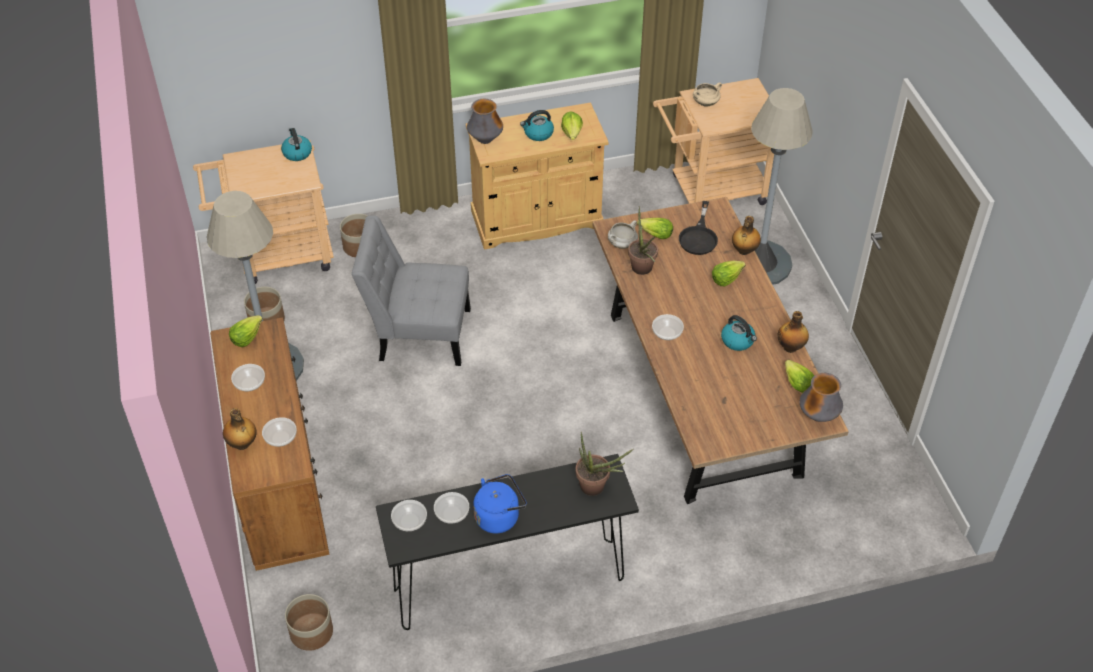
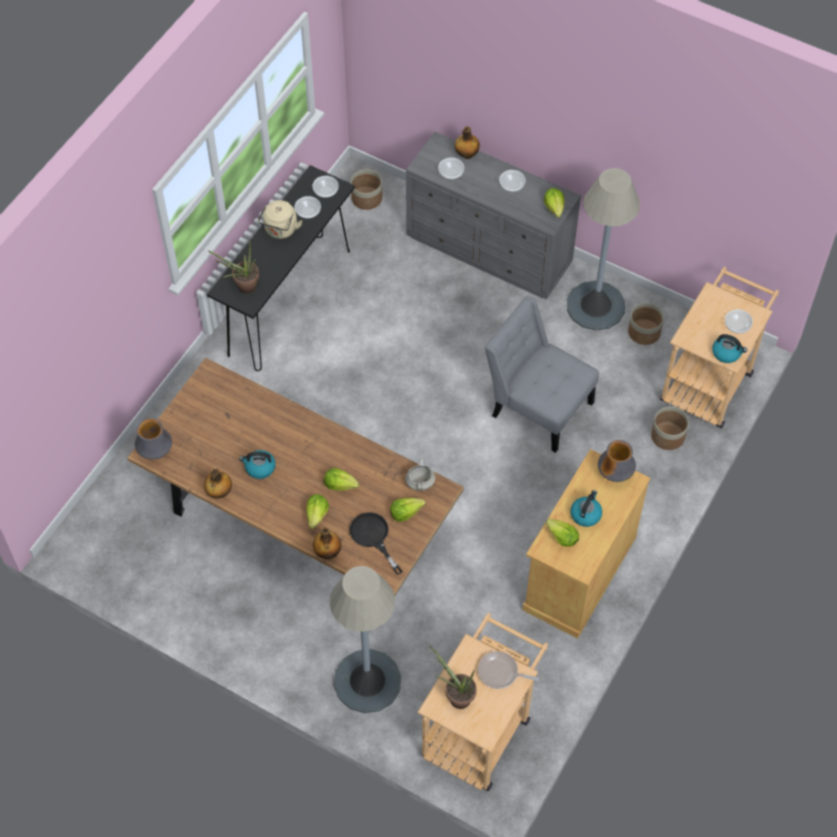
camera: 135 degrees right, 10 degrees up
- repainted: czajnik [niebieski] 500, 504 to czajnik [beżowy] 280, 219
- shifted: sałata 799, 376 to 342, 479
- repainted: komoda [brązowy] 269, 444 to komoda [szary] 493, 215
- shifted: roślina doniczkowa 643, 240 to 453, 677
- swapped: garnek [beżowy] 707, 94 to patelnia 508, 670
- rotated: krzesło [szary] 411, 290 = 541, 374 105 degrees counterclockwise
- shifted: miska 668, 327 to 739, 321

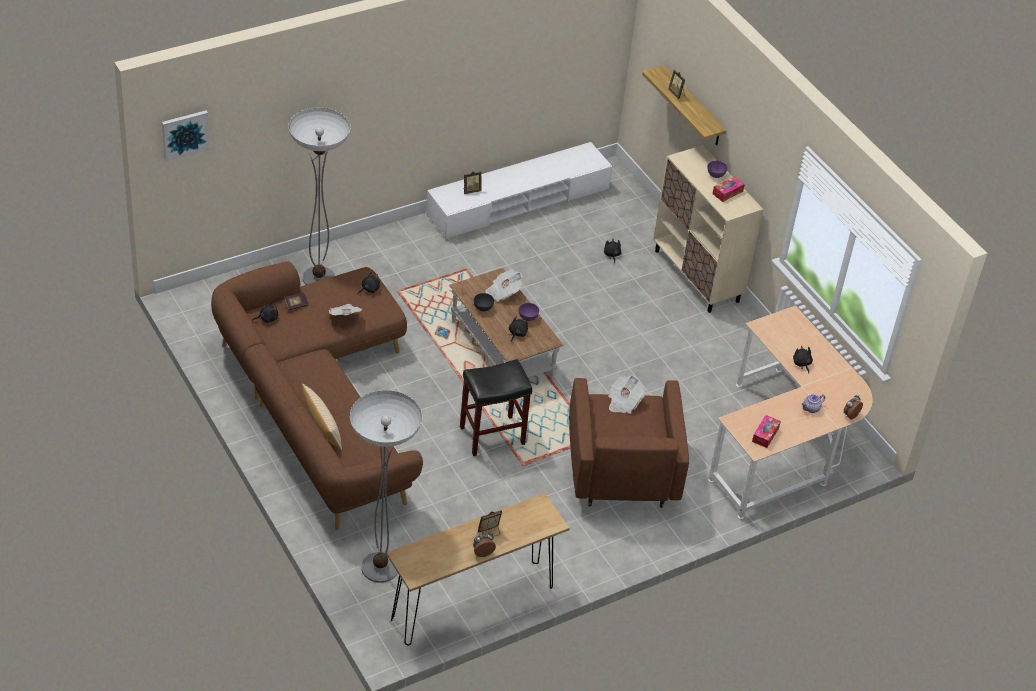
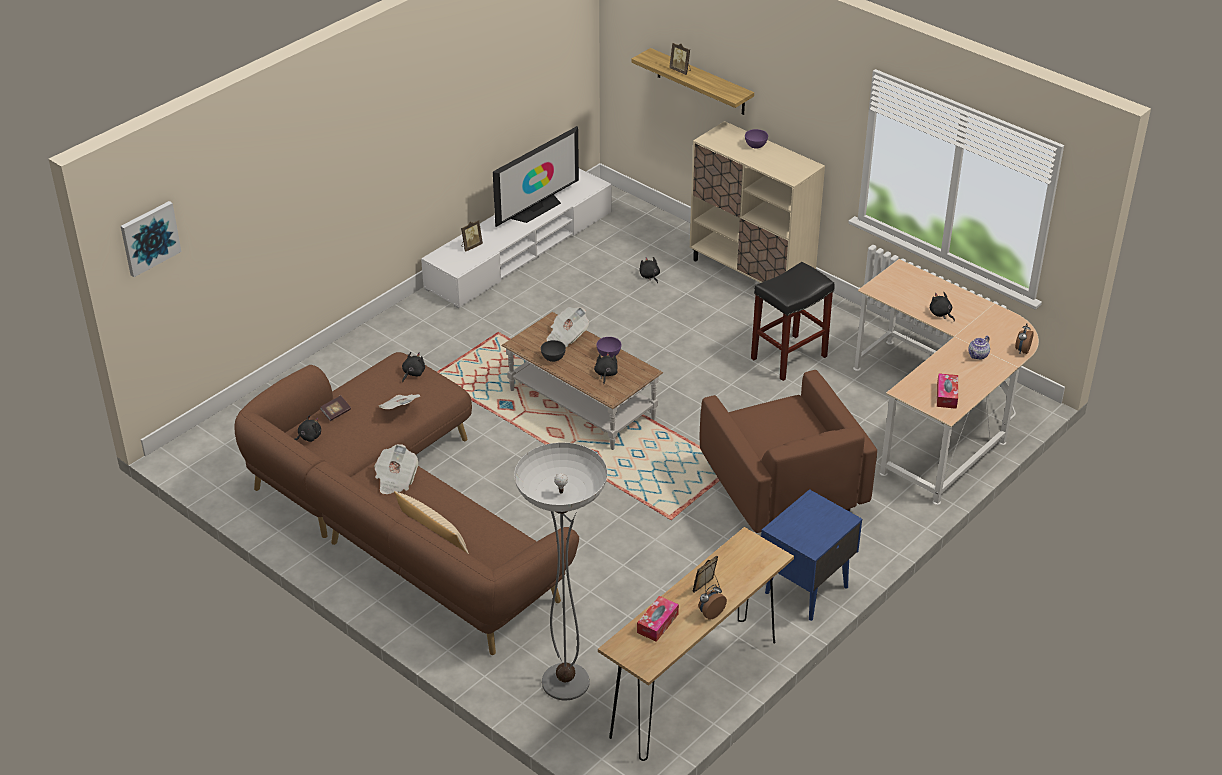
camera: 15 degrees left, 5 degrees down
- shifted: gazeta 626, 394 to 396, 469
- new: telewizor 536, 176
- shifted: pudełko chusteczek 728, 189 to 658, 619
- shifted: stołek [czarny] 496, 407 to 793, 321
- new: szafka nocna [niebieski] 811, 555
- gone: lampa stojąca 319, 196

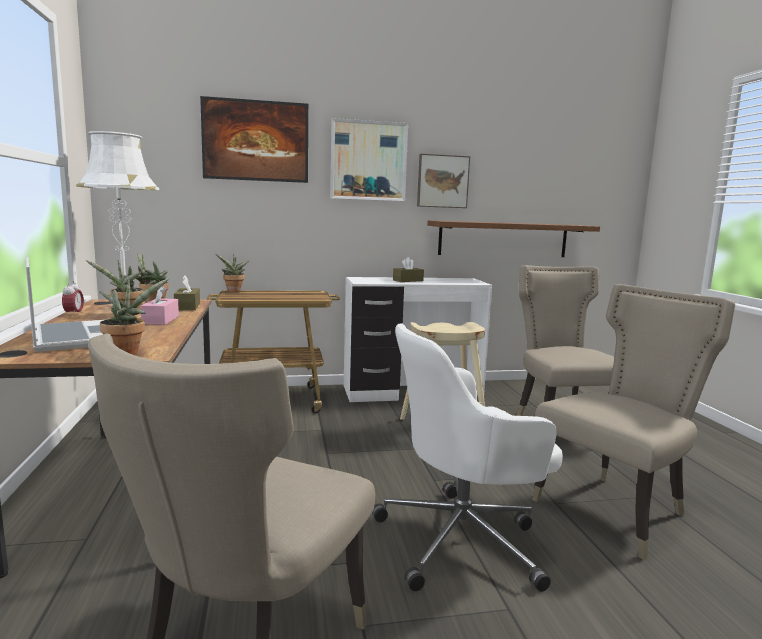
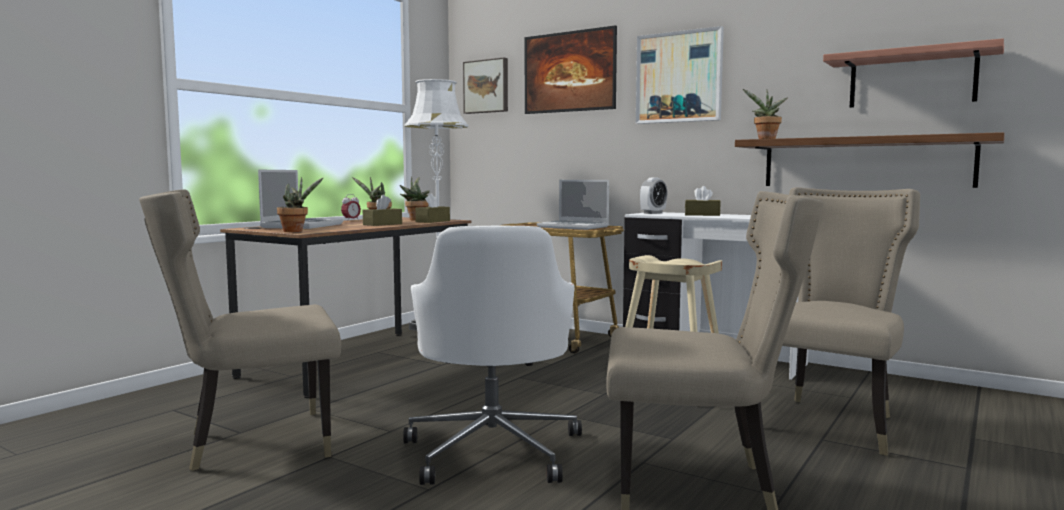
camera: 45 degrees right, 5 degrees down
- repainted: pudełko chusteczek [różowy] 159, 305 to pudełko chusteczek [brązowy] 382, 210
- rotated: krzesło biurowe [biały] 467, 458 = 492, 355 120 degrees counterclockwise
- shifted: obraz 443, 181 to 485, 85
- new: laptop 573, 205
- new: budzik 654, 195
- shifted: roślina doniczkowa 232, 272 to 765, 114
- new: półka 913, 73

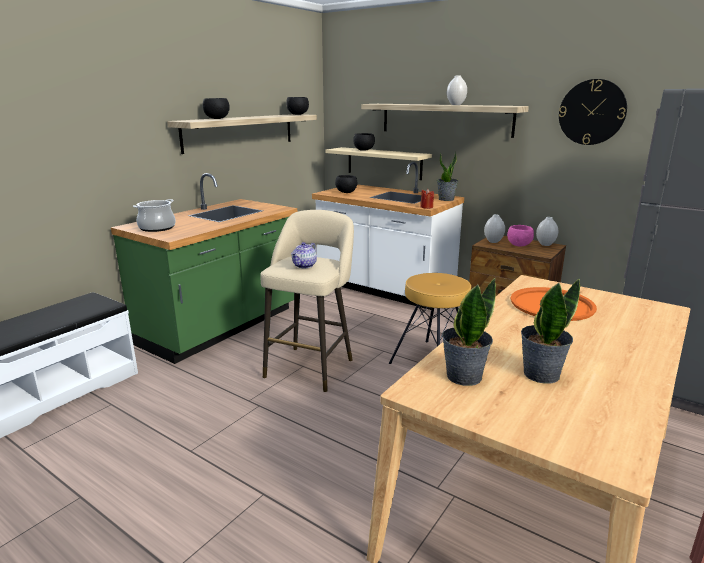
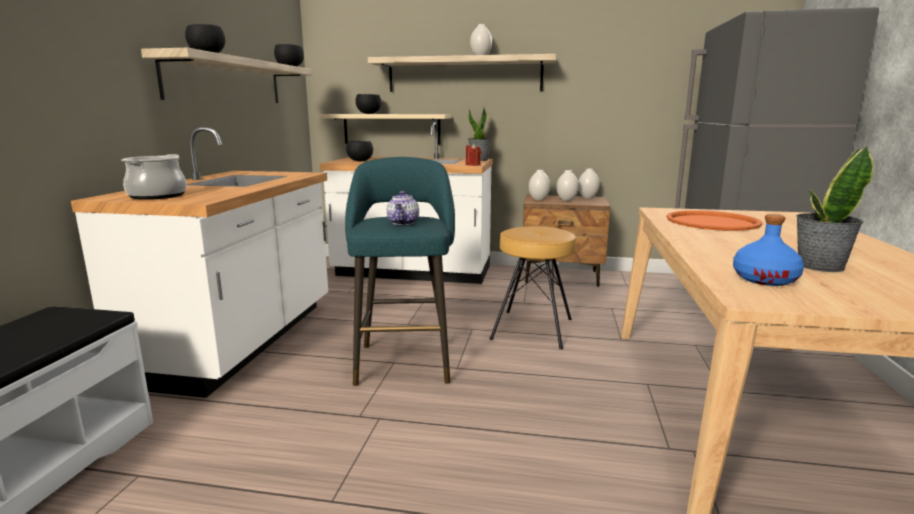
camera: 25 degrees left, 5 degrees down
- repainted: zabudowa kuchenna [zielony] 204, 268 to zabudowa kuchenna [biały] 199, 262
- repainted: stołek [beżowy] 307, 301 to stołek [turkusowy] 400, 271
- swapped: miska [różowy] 520, 236 to wazon [biały] 567, 185
- swapped: roślina doniczkowa 469, 332 to butelka [niebieski] 768, 250
- gone: zegar ścienny 593, 112

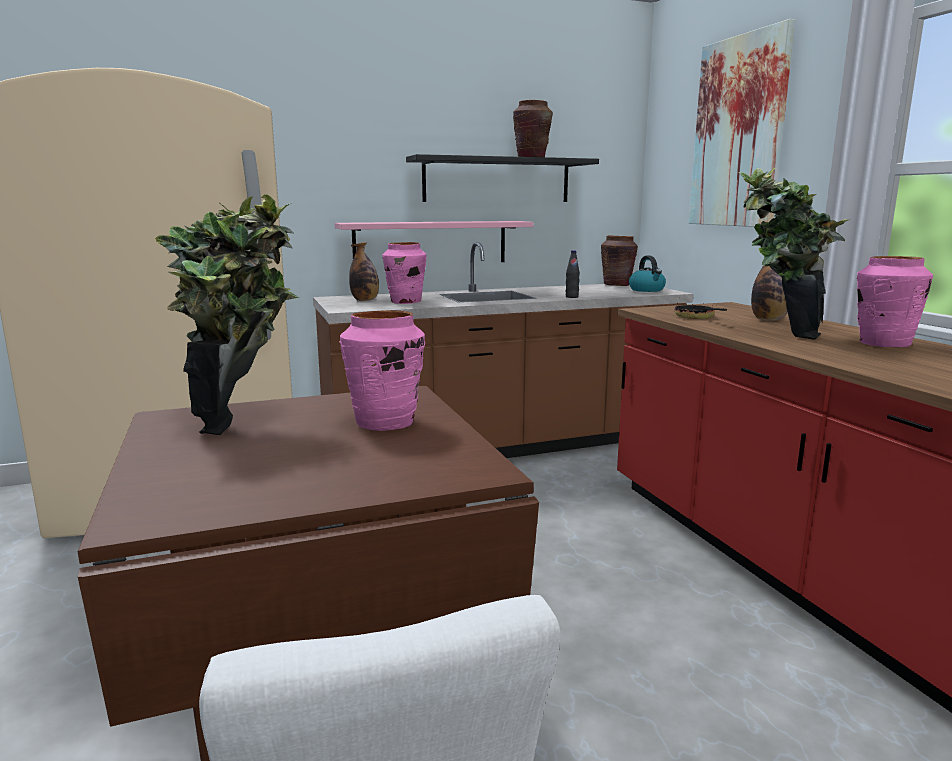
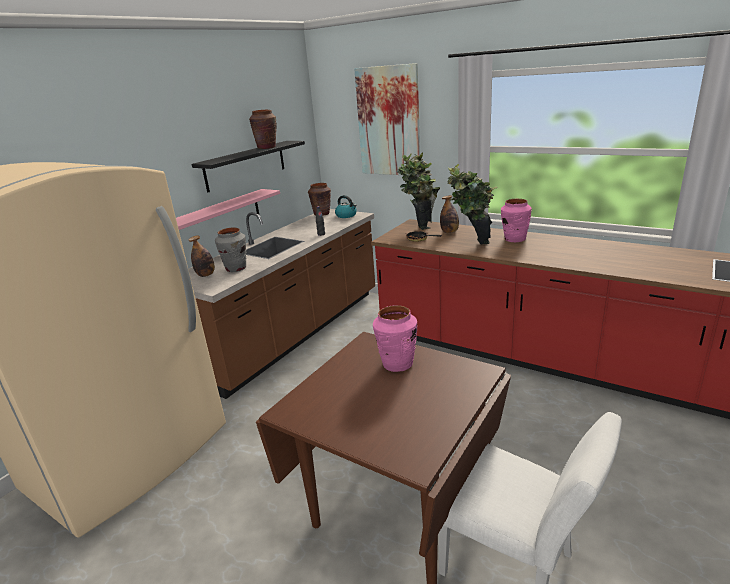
camera: 35 degrees left, 10 degrees up
- repainted: wazon [różowy] 405, 273 to wazon [szary] 230, 250
- shifted: roślina doniczkowa 227, 314 to 418, 191

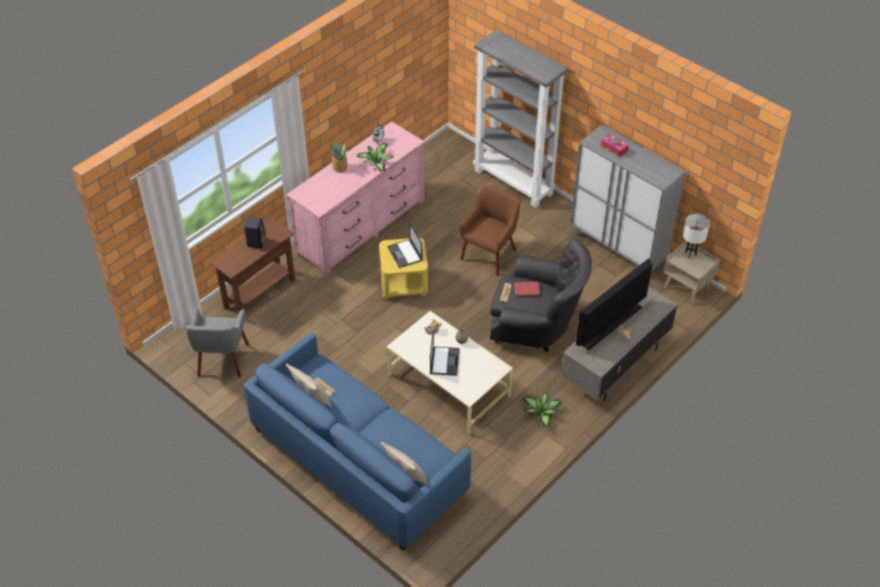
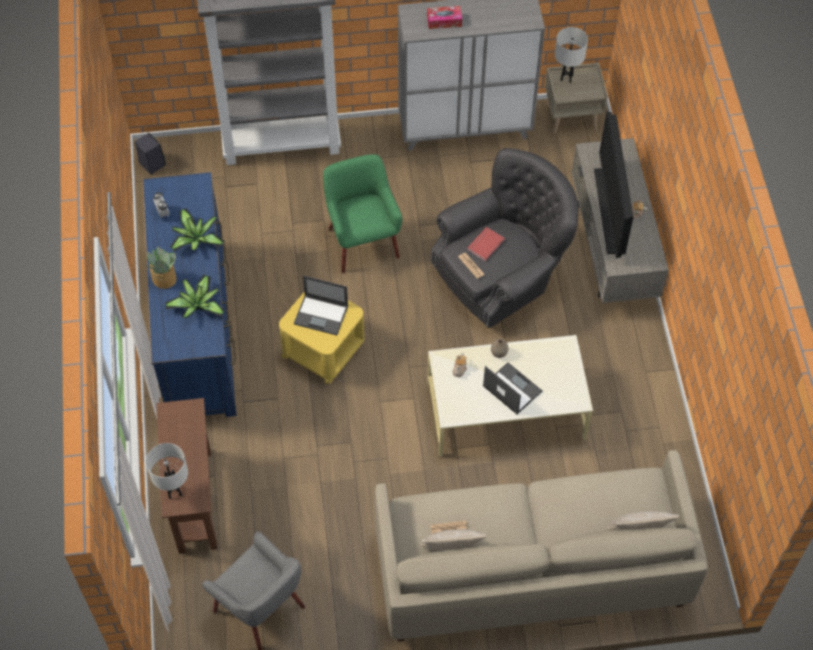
camera: 50 degrees left, 10 degrees up
- shifted: głośnik [czarny] 255, 232 to 150, 153
- repainted: komoda [różowy] 355, 198 to komoda [niebieski] 190, 294
- new: lampa stołowa [biały] 167, 471
- shifted: roślina doniczkowa 542, 409 to 195, 297
- repainted: fotel [brązowy] 489, 230 to fotel [zielony] 362, 213
- repainted: kanapa [niebieski] 357, 441 to kanapa [beżowy] 541, 546

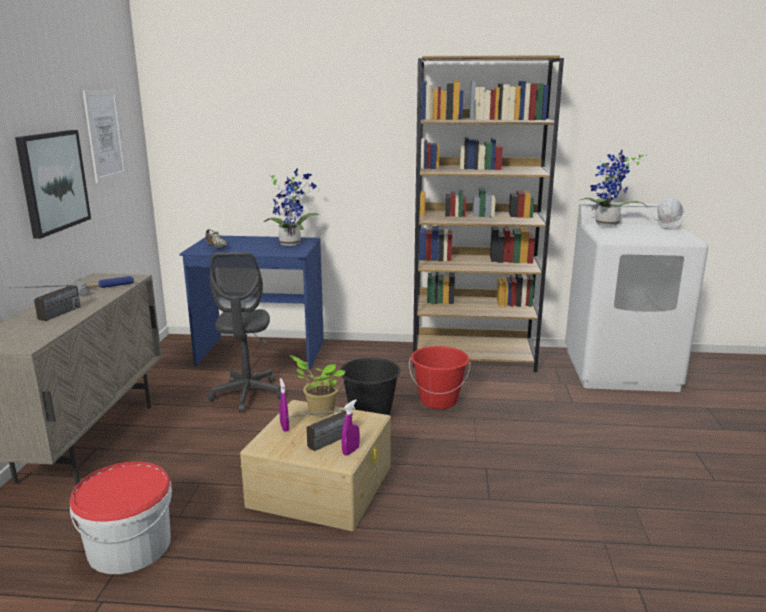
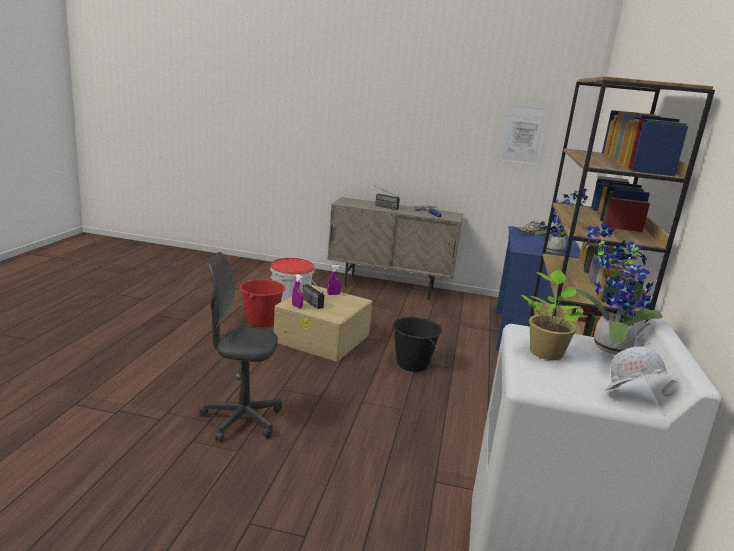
camera: 95 degrees right, 0 degrees up
- shifted: krzesło biurowe [szary] 244, 332 to 240, 347
- shifted: wiadro [czerwony] 439, 377 to 262, 303
- shifted: roślina doniczkowa 317, 386 to 554, 314
- gone: obraz 53, 184

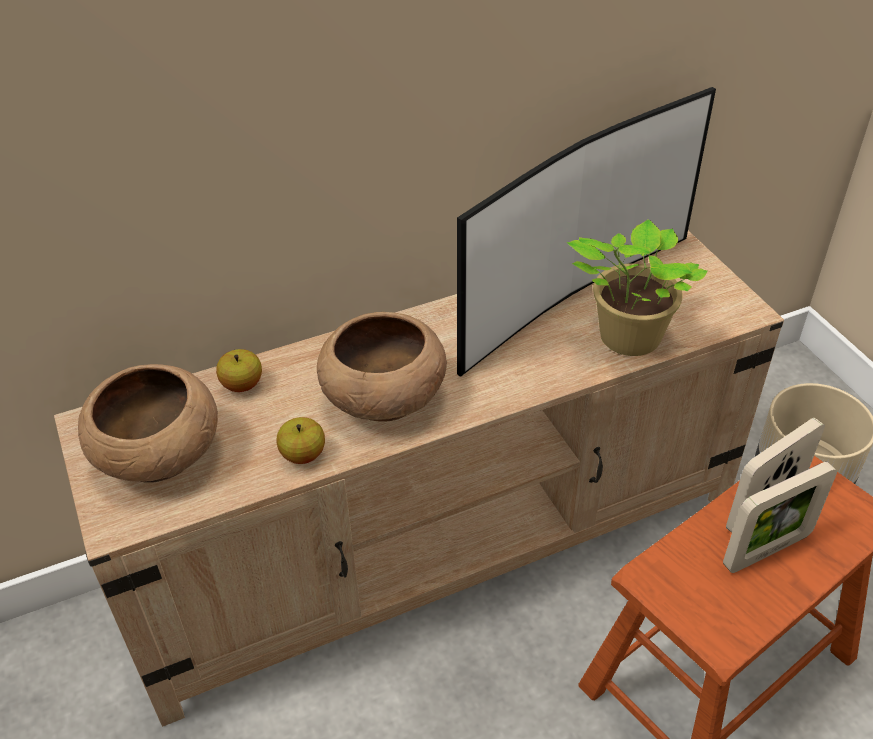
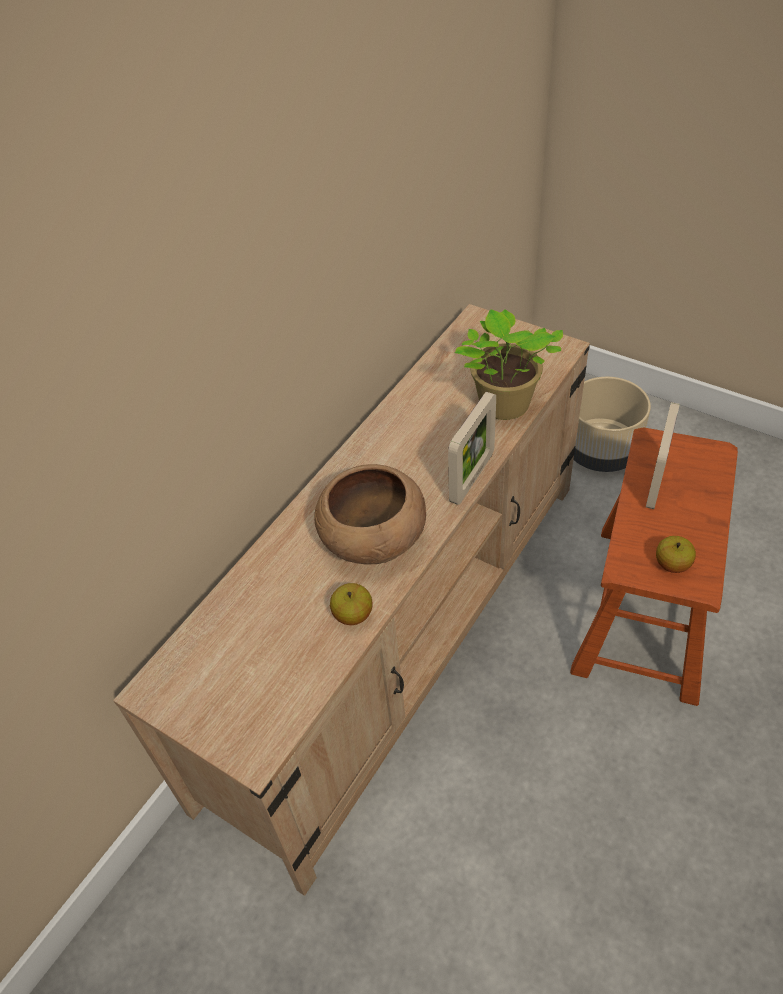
camera: 30 degrees left, 5 degrees up
- shifted: ramka na zdjęcie 780, 517 to 472, 448
- shifted: jabłko 239, 370 to 676, 554
- gone: miska [brązowy] 148, 423
- gone: telewizor 586, 232

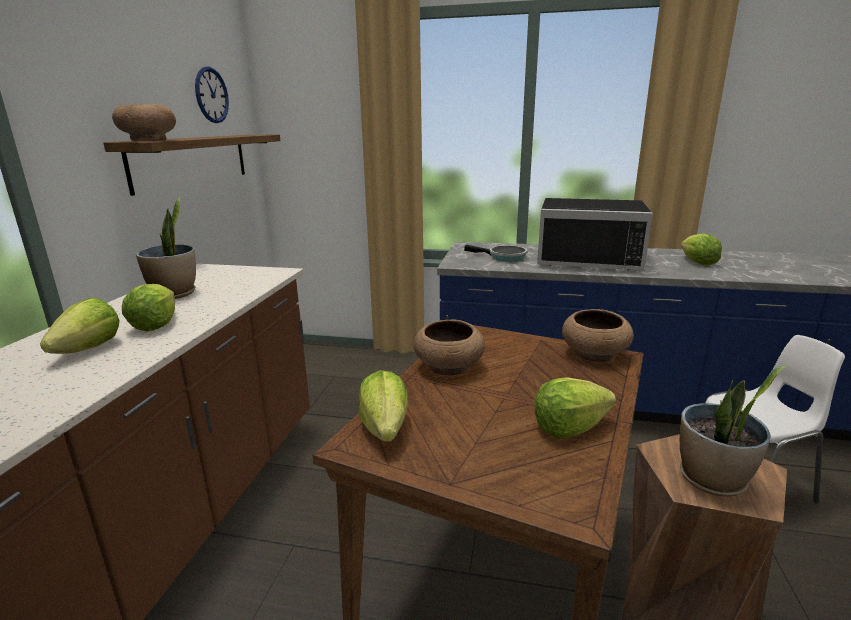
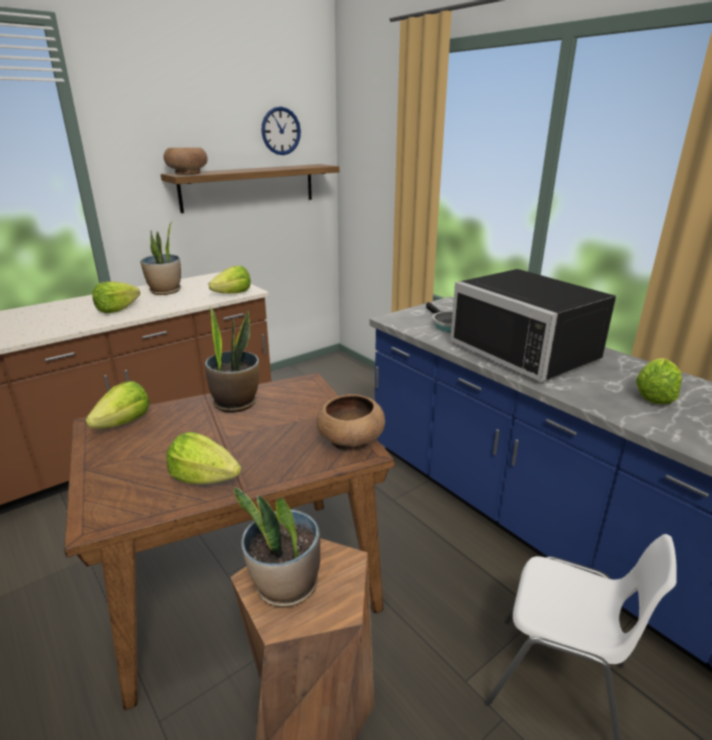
camera: 40 degrees right, 5 degrees up
- swapped: miska [brązowy] 449, 347 to roślina doniczkowa 232, 360
- shifted: sałata 80, 326 to 230, 280

